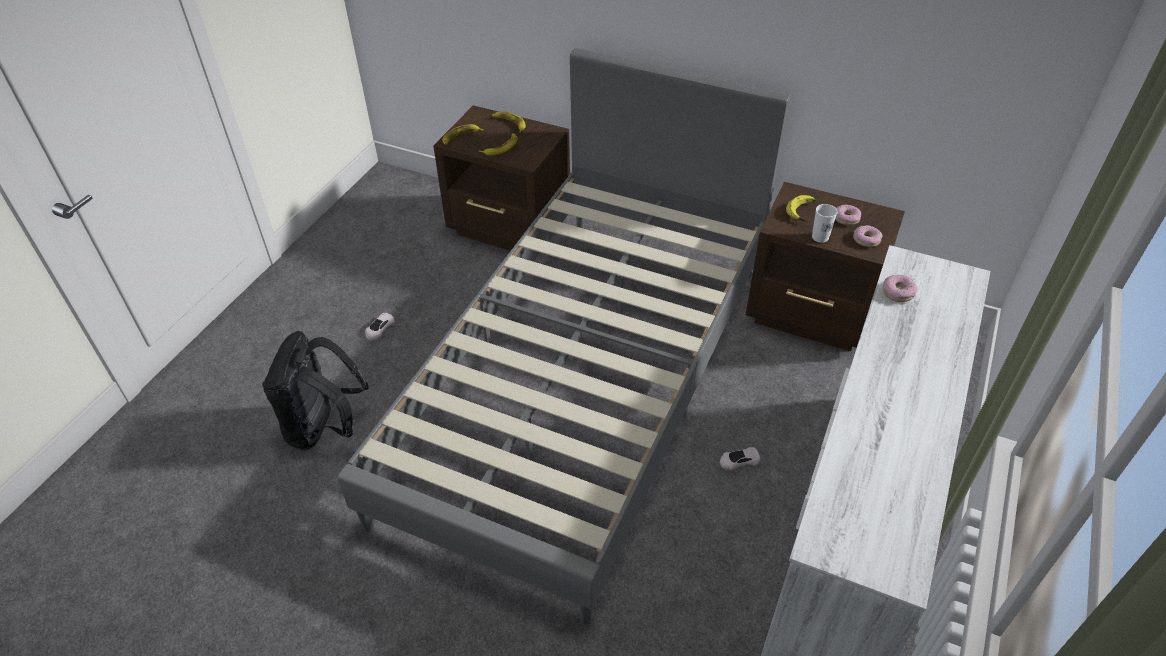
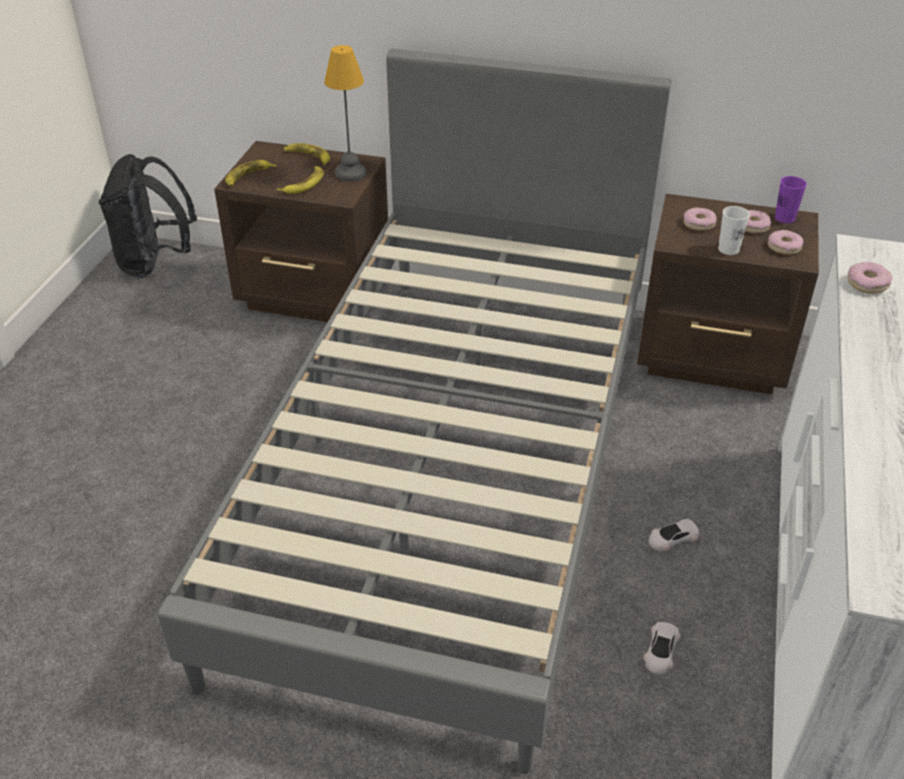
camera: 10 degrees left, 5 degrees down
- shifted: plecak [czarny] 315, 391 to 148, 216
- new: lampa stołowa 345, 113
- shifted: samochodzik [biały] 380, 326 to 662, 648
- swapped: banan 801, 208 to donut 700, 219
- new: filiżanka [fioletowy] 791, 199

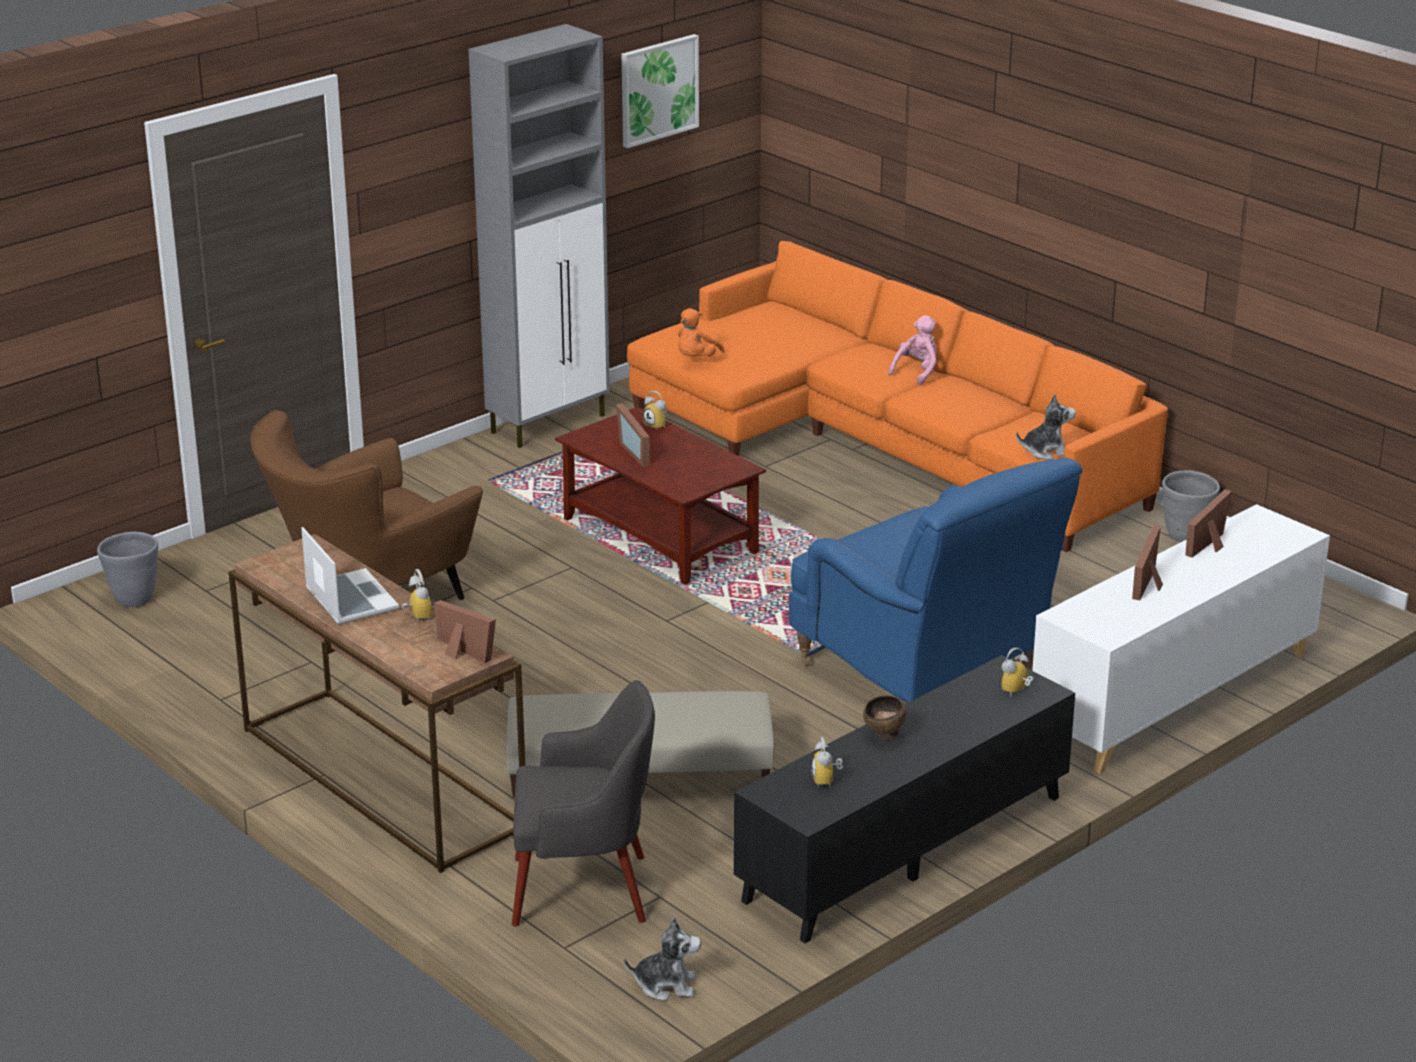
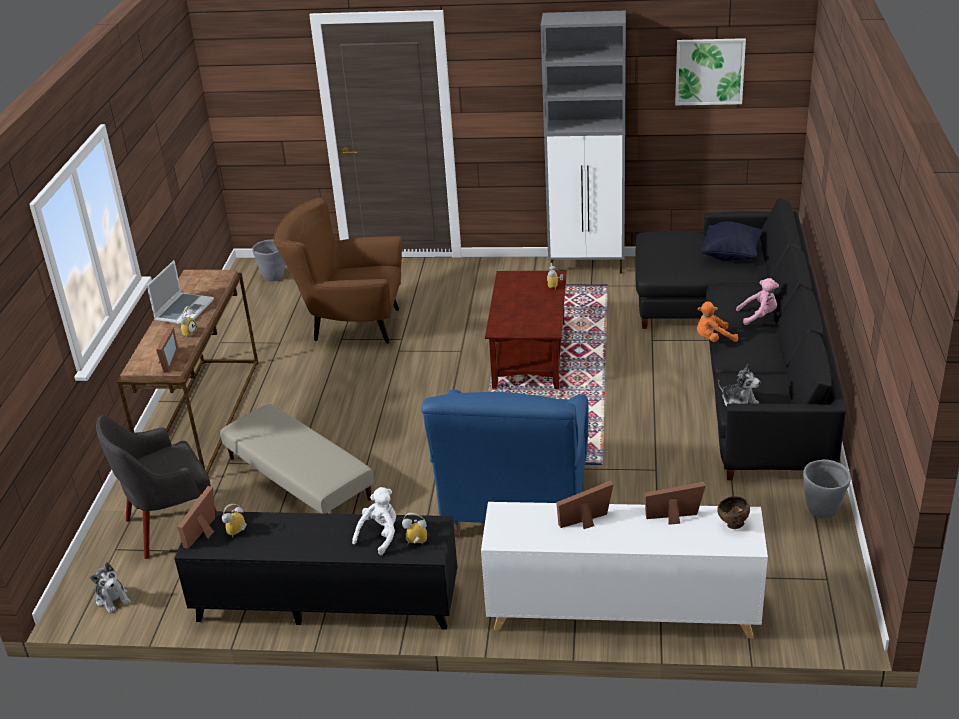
camera: 50 degrees right, 5 degrees up
- rotated: fotel [szary] 583, 803 = 156, 487 105 degrees clockwise
- shifted: ramka na zdjęcie 633, 435 to 196, 517
- new: pluszak [biały] 374, 521
- repainted: kanapa [pomarańczowy] 897, 396 to kanapa [czarny] 740, 339
- shifted: pluszak [pomarańczowy] 701, 332 to 717, 322
- new: poduszka [czarny] 731, 241
- shifted: miska [brązowy] 884, 717 to 733, 512

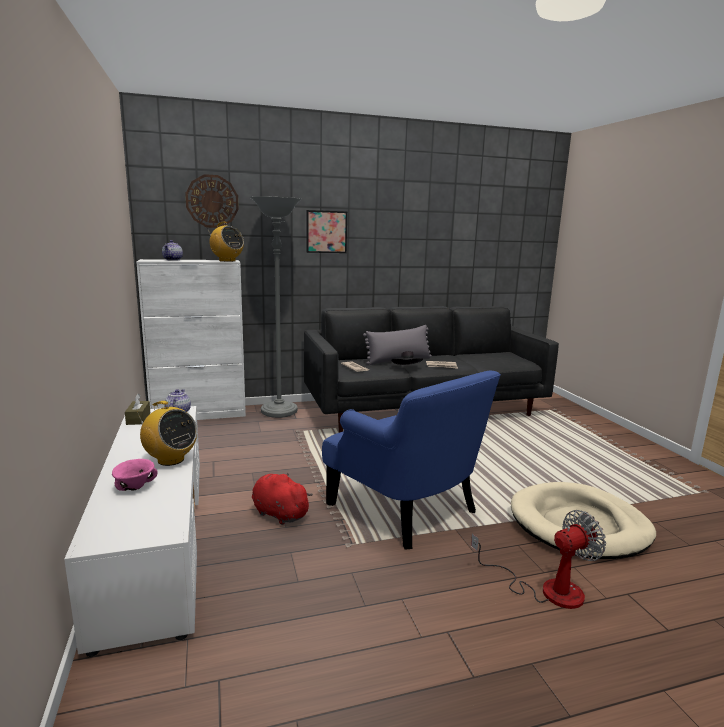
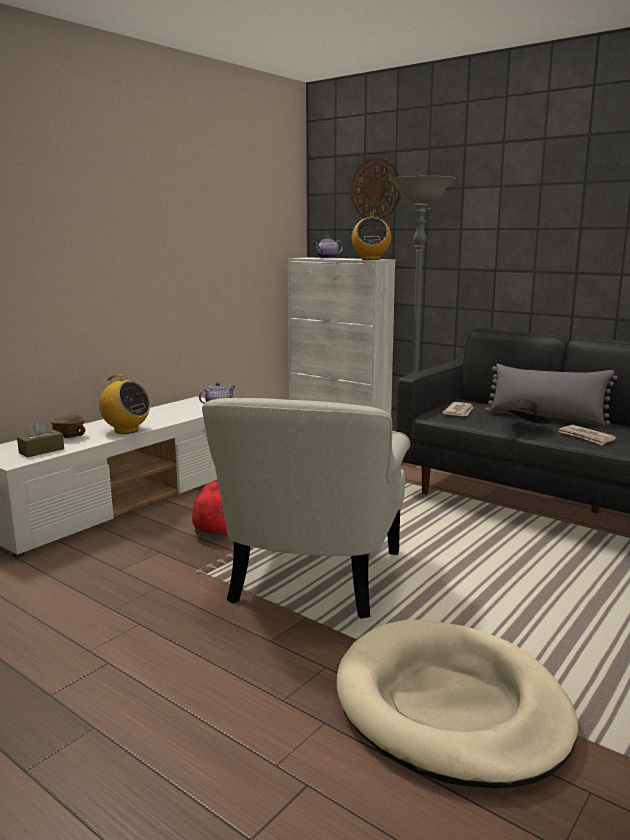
camera: 55 degrees right, 0 degrees up
- shifted: pudełko chusteczek [brązowy] 137, 409 to 40, 438
- repainted: miska [różowy] 135, 475 to miska [brązowy] 68, 426
- rotated: radio 167, 433 = 122, 404 60 degrees counterclockwise
- repainted: fotel [niebieski] 411, 460 to fotel [biały] 306, 508
- gone: obraz 326, 231
- gone: wentylator 538, 559

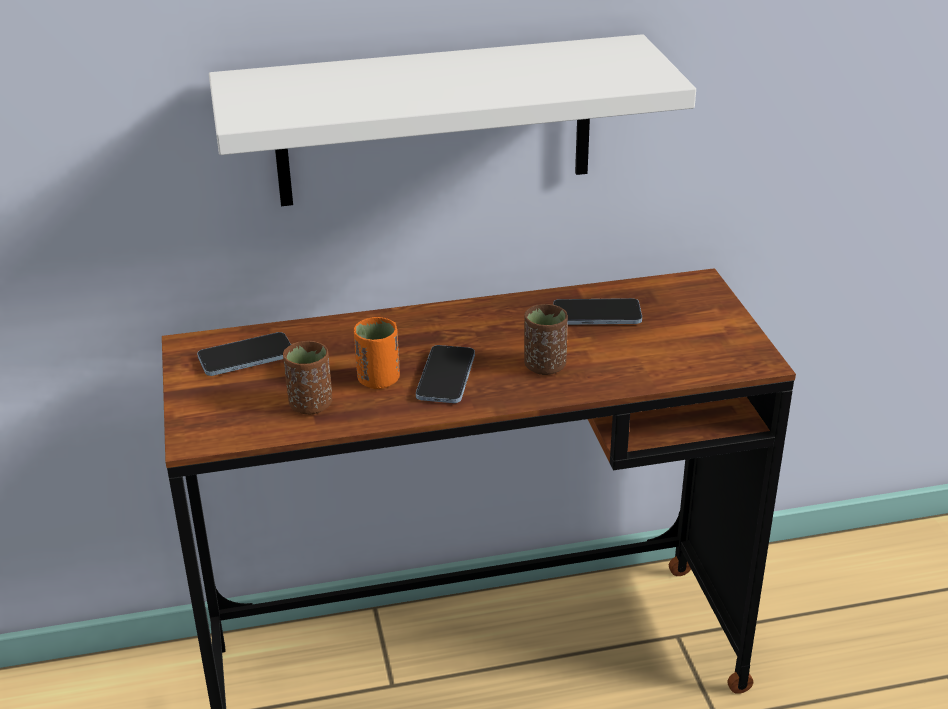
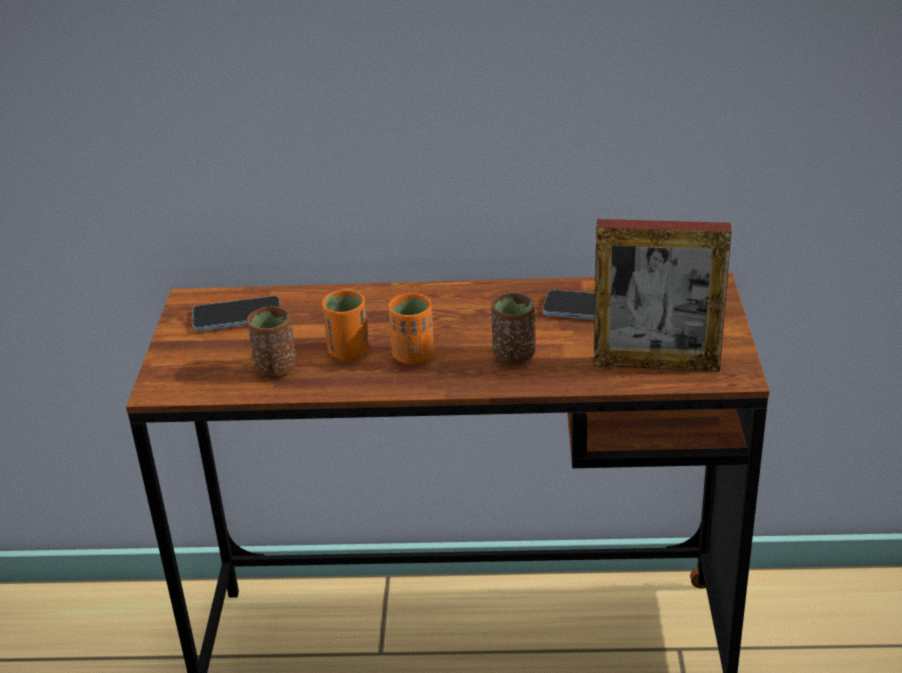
camera: 15 degrees right, 0 degrees up
- swapped: telefon 445, 374 to filiżanka [pomarańczowy] 411, 329
- new: ramka na zdjęcie 662, 295
- gone: półka [biały] 452, 120

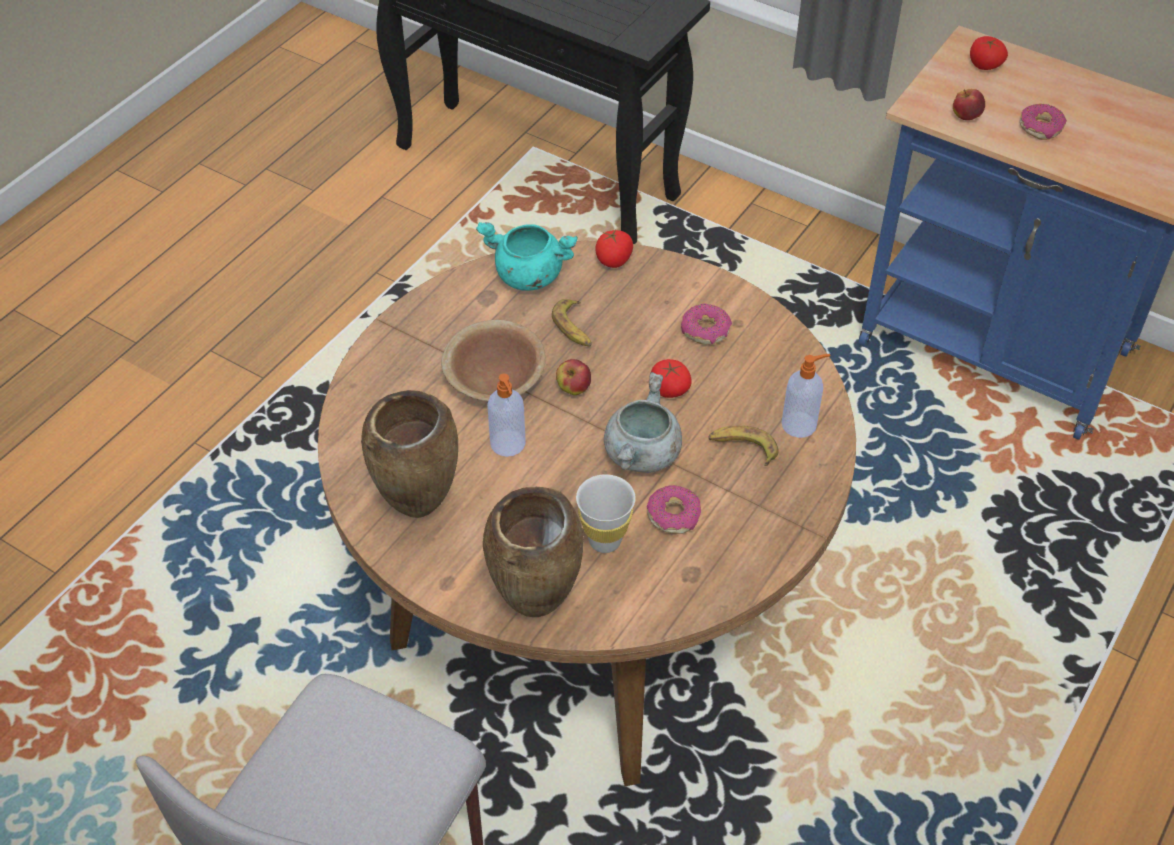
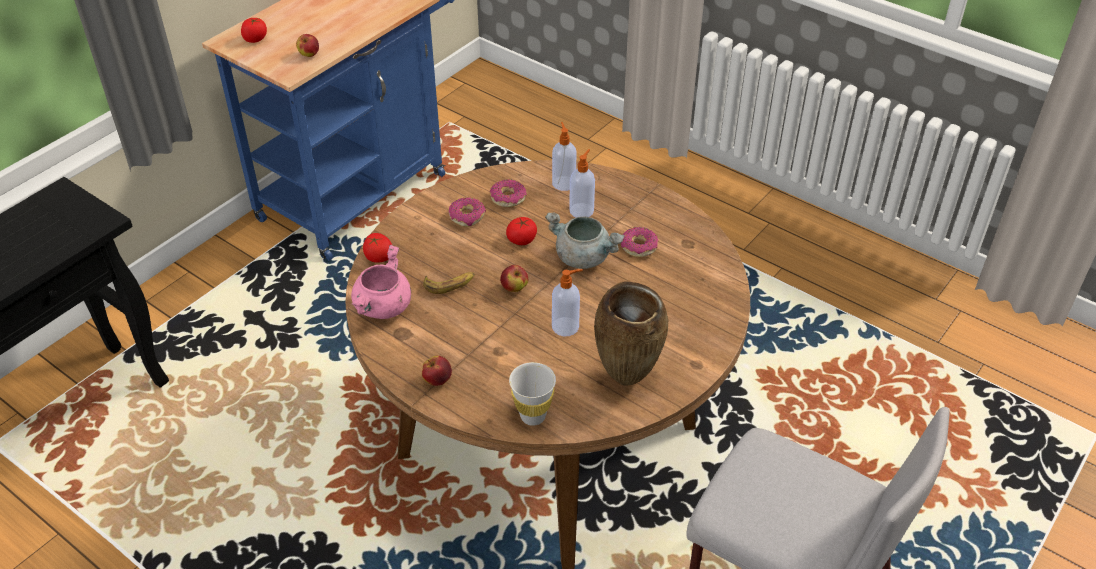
camera: 85 degrees left, 5 degrees down
- repainted: garnek [turkusowy] 526, 256 to garnek [różowy] 381, 282
- new: jabłko 437, 371
- shifted: donut 1043, 122 to 508, 193
- shifted: filiżanka [biały] 605, 513 to 532, 394
- swapped: banan 743, 446 to dozownik mydła 582, 183
- gone: miska [brązowy] 493, 360
- gone: wazon [brązowy] 533, 552

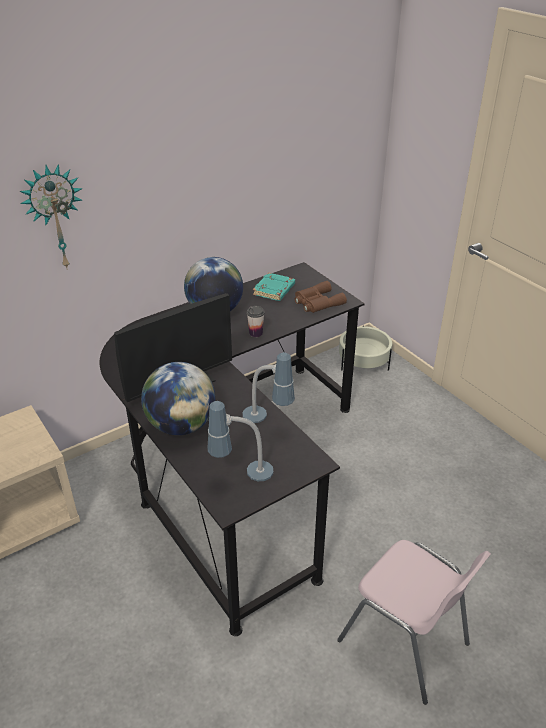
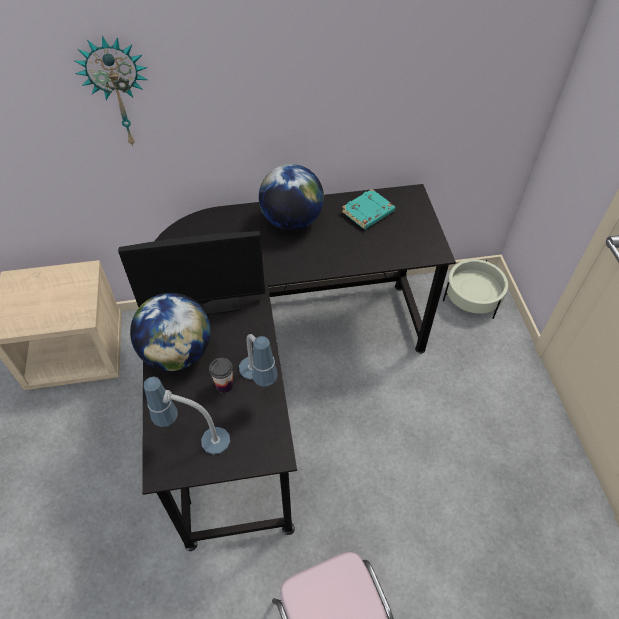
camera: 25 degrees right, 15 degrees up
- shifted: filiżanka 256, 321 to 221, 375
- gone: lornetka [brązowy] 321, 297

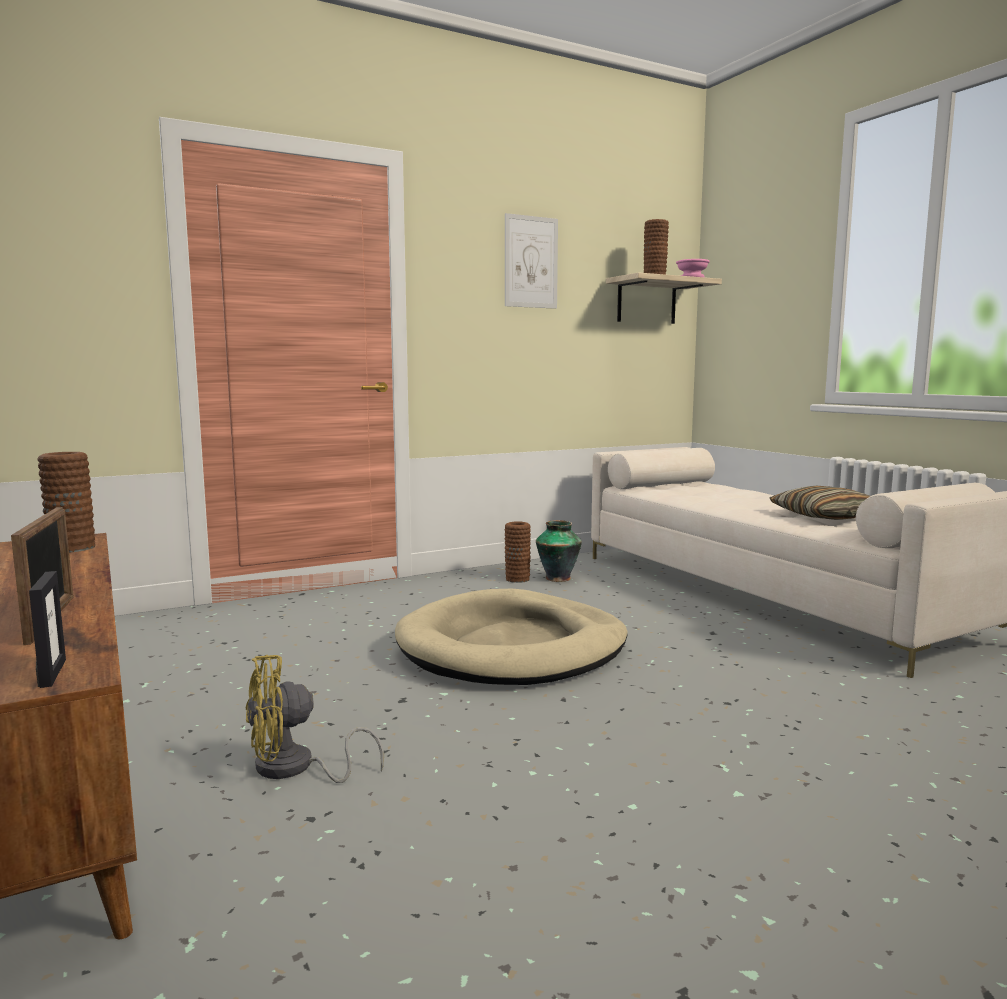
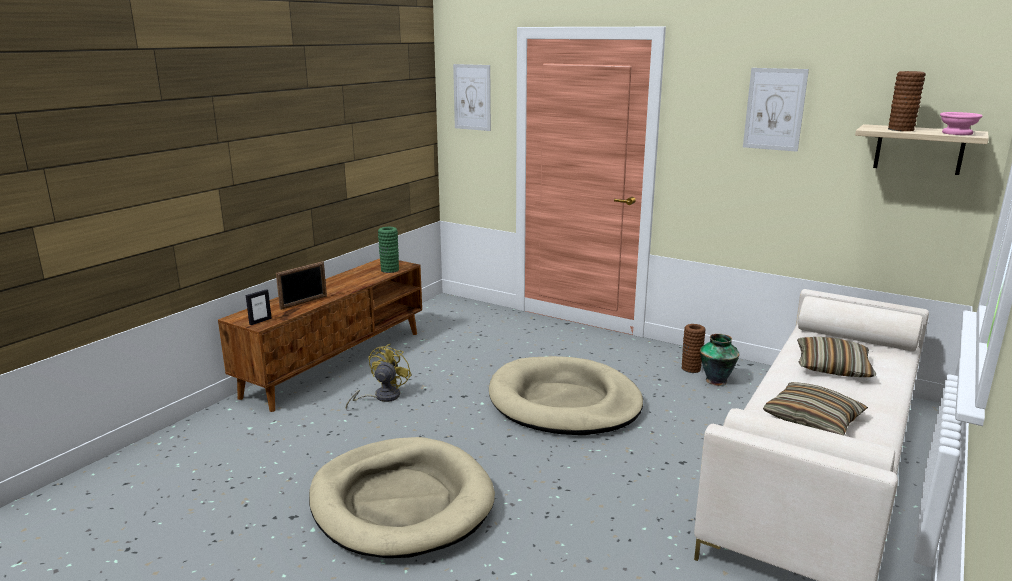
camera: 60 degrees right, 10 degrees up
- new: legowisko [beżowy] 402, 497
- rotated: wentylator [żółty] 315, 719 = 379, 377 75 degrees clockwise
- repainted: wazon [brązowy] 66, 502 to wazon [zielony] 388, 250
- new: obraz 472, 97
- new: poduszka 836, 357

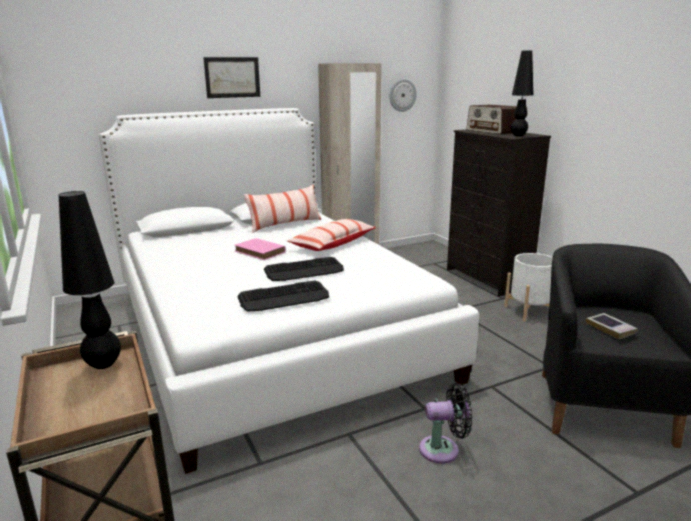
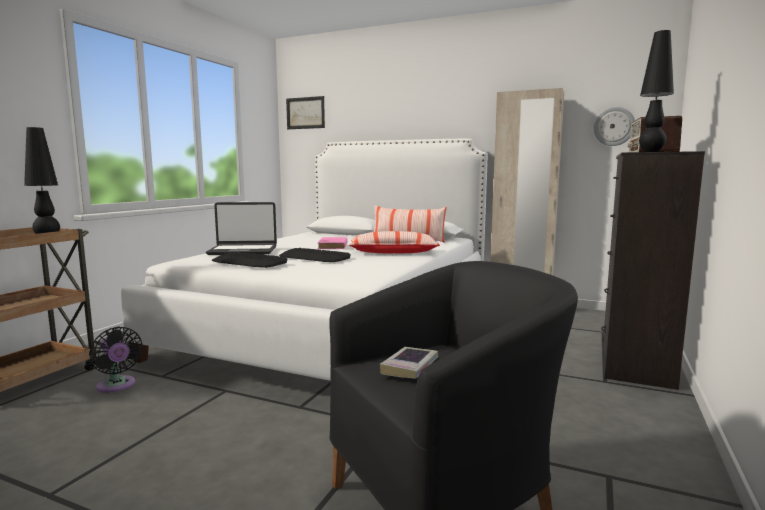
camera: 50 degrees right, 10 degrees down
- shifted: wentylator [czarny] 445, 423 to 116, 360
- new: laptop 241, 228
- shifted: obraz 231, 77 to 305, 112
- gone: donica [biały] 528, 287

